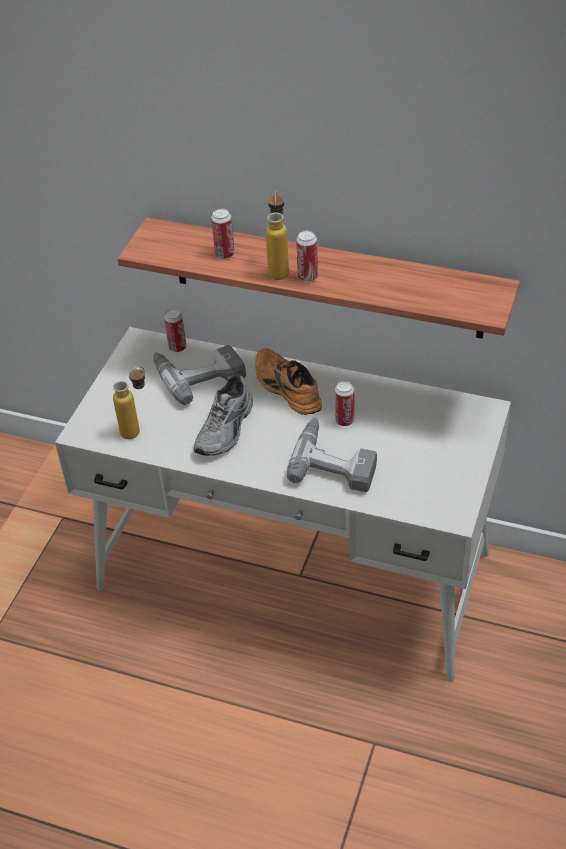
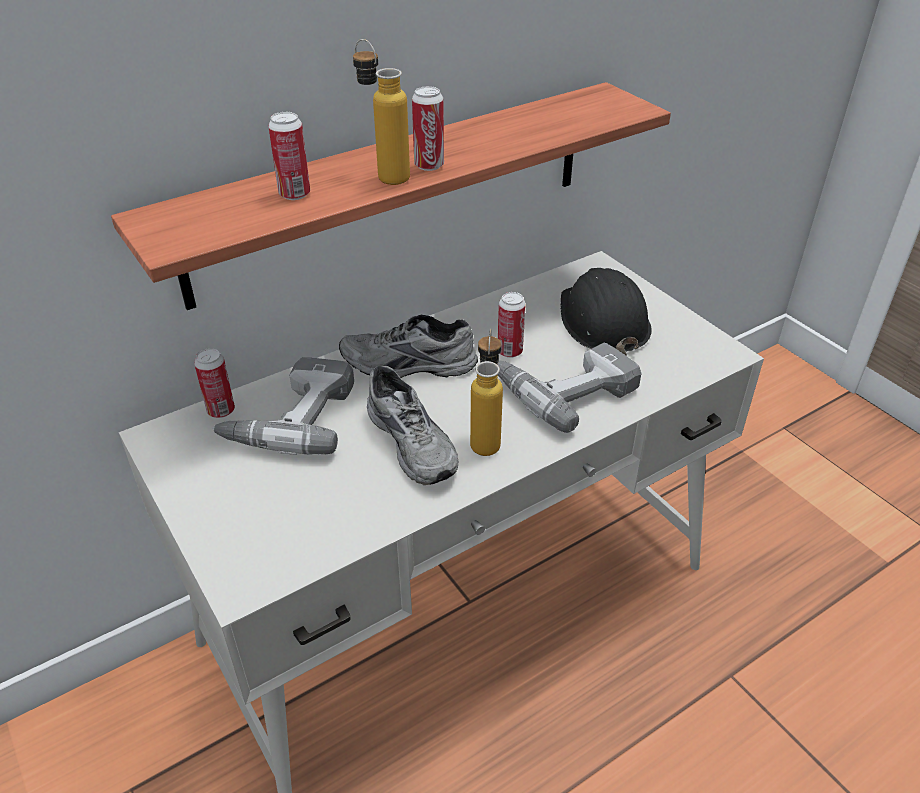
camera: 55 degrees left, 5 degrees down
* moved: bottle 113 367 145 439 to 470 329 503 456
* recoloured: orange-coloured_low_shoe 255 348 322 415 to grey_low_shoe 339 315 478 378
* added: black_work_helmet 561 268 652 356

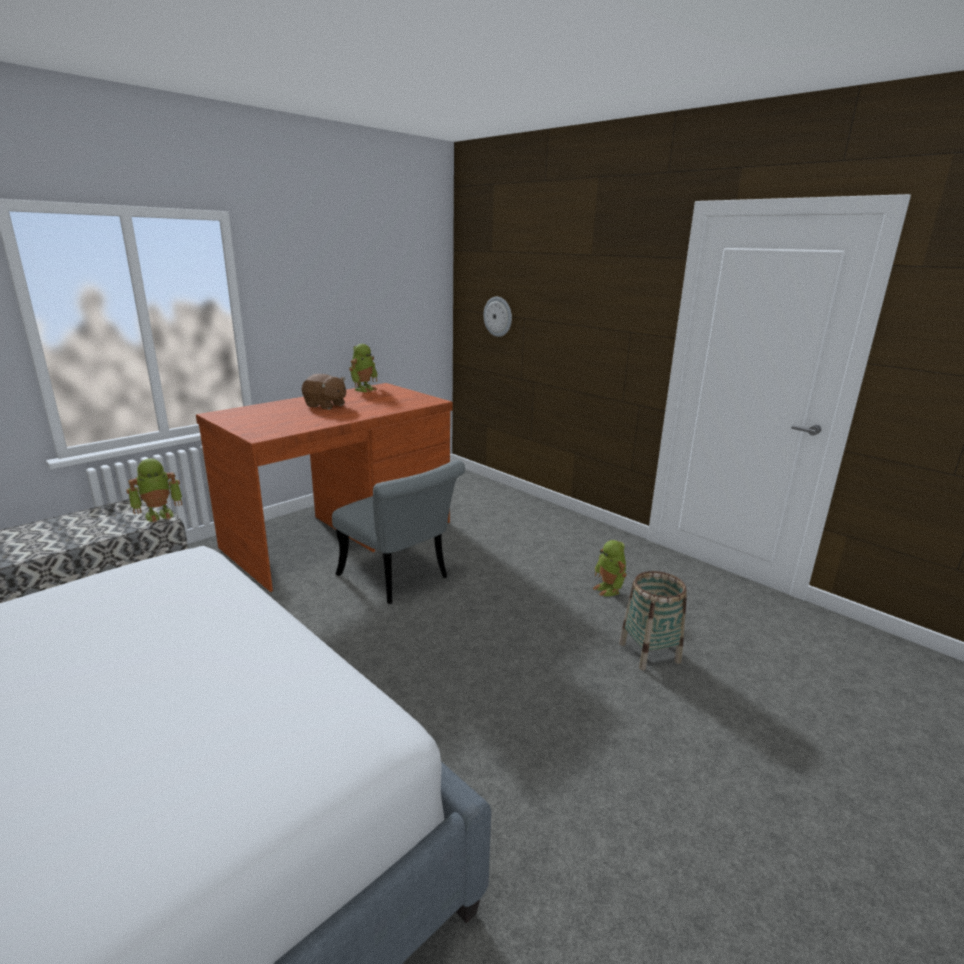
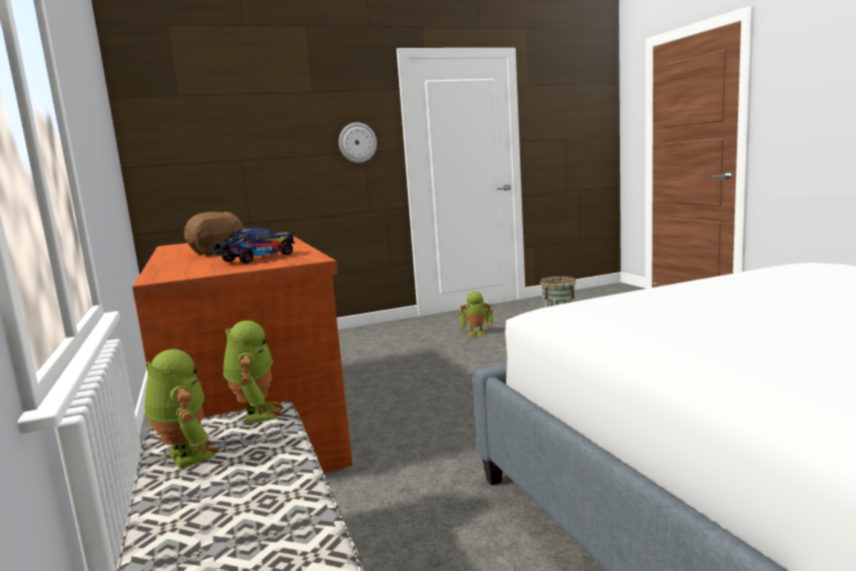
camera: 65 degrees left, 10 degrees down
* removed: grey_chair 332 460 465 604
* moved: toy_robot 349 344 378 392 to 144 349 220 469
* moved: wall_clock 484 297 512 337 to 339 122 377 163
* added: toy_lorry 211 228 295 264

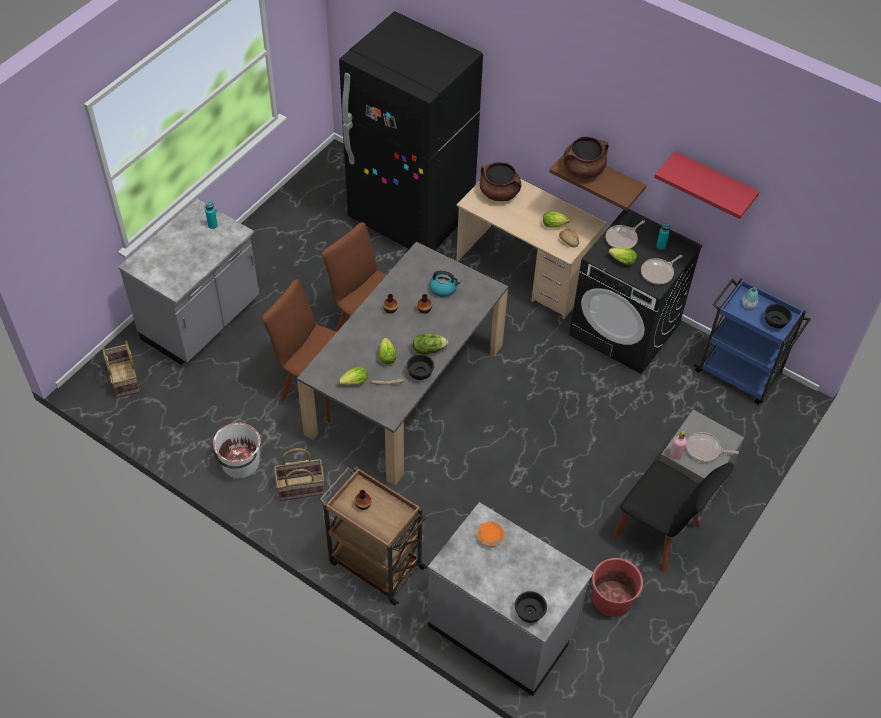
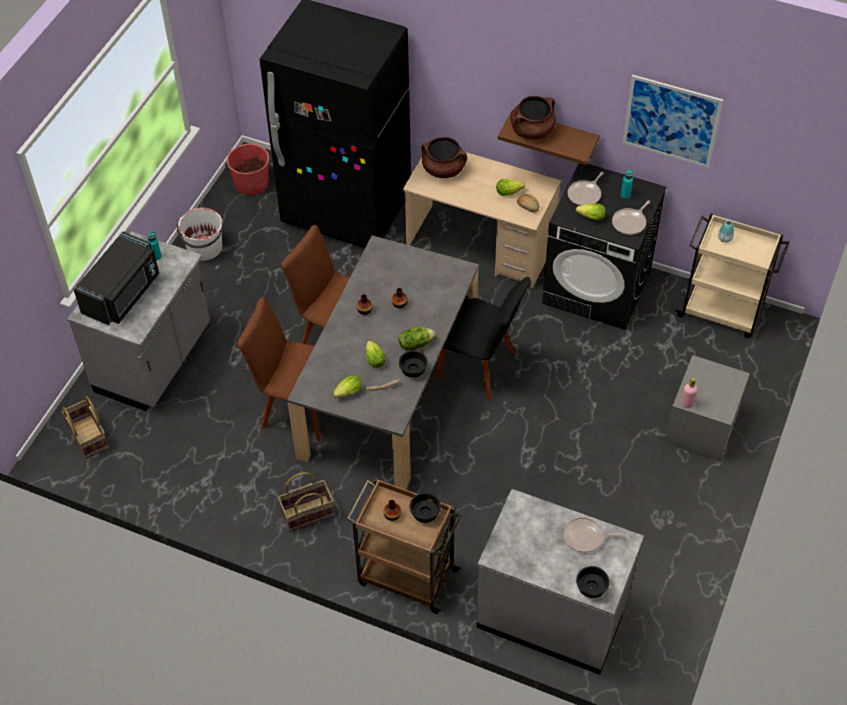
camera: 10 degrees left, 0 degrees up
* moved: white-coloured_pail 212 422 261 478 to 177 208 222 261
* removed: kettle 430 271 461 297
* removed: orange-coloured_flat_dish 477 522 505 547
* moved: red_pail 589 558 643 617 to 225 144 269 195
* moved: black_chair 613 461 734 573 to 435 277 531 401
* replaced: red_shelf 654 151 760 219 to picture 622 75 723 168
* moved: frying_pan 686 432 739 462 to 564 517 624 553
* recoloured: blue_cart 693 278 811 404 to beige_cart 676 214 789 338
* moved: black_bowl 765 304 792 328 to 409 493 441 523
* added: black_kitchen_microwave 73 231 159 326

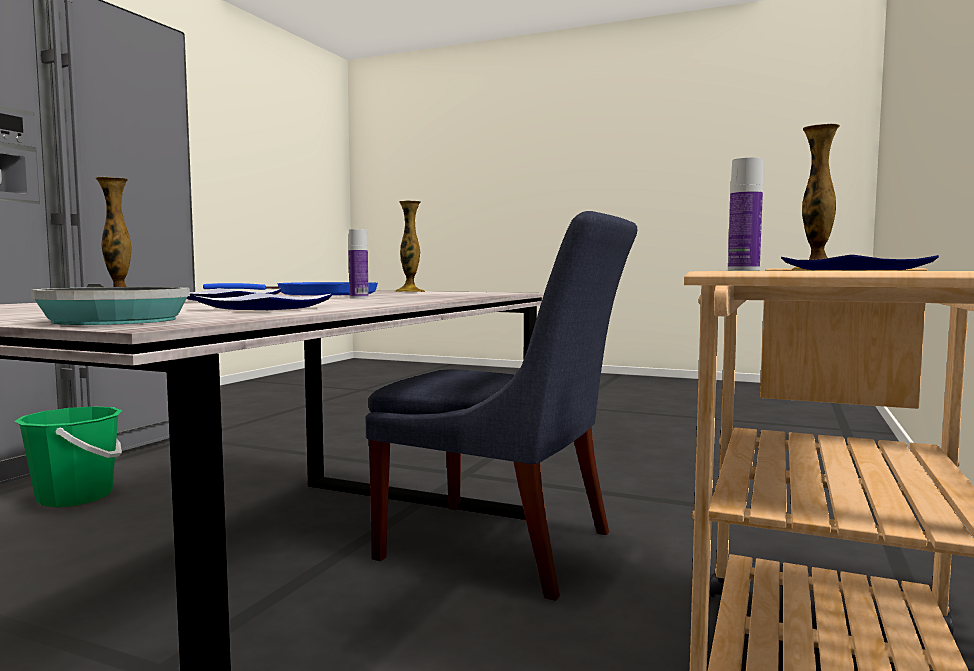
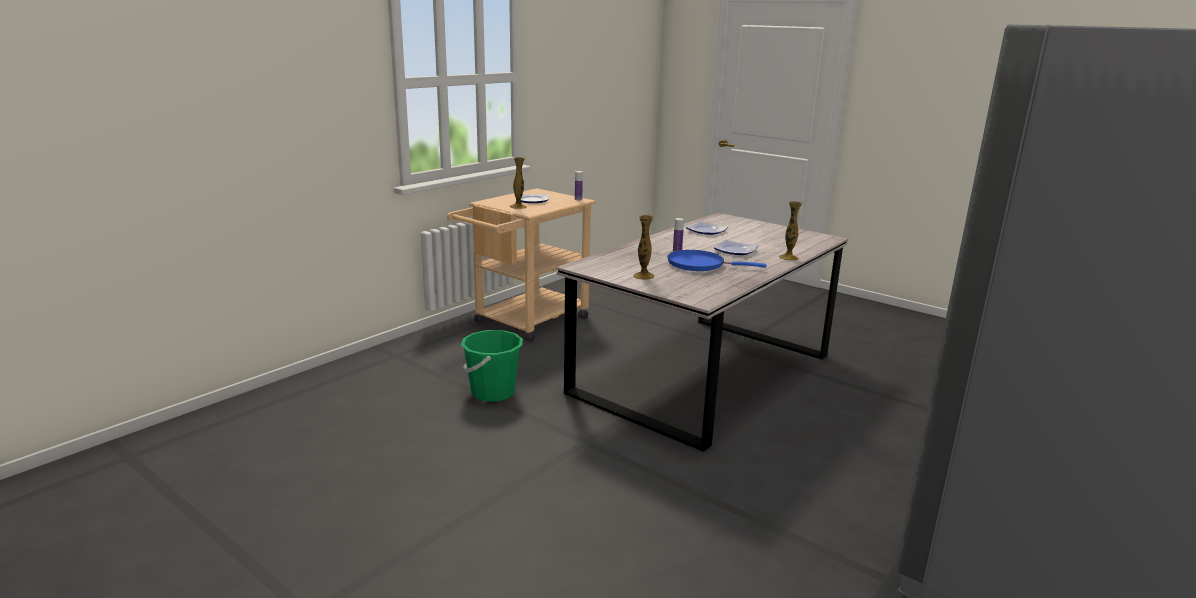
camera: 165 degrees left, 15 degrees up
* moved: green_pail 15 406 123 507 to 461 330 523 401
* removed: frying_pan 31 284 190 325
* removed: blue_chair 366 211 637 601

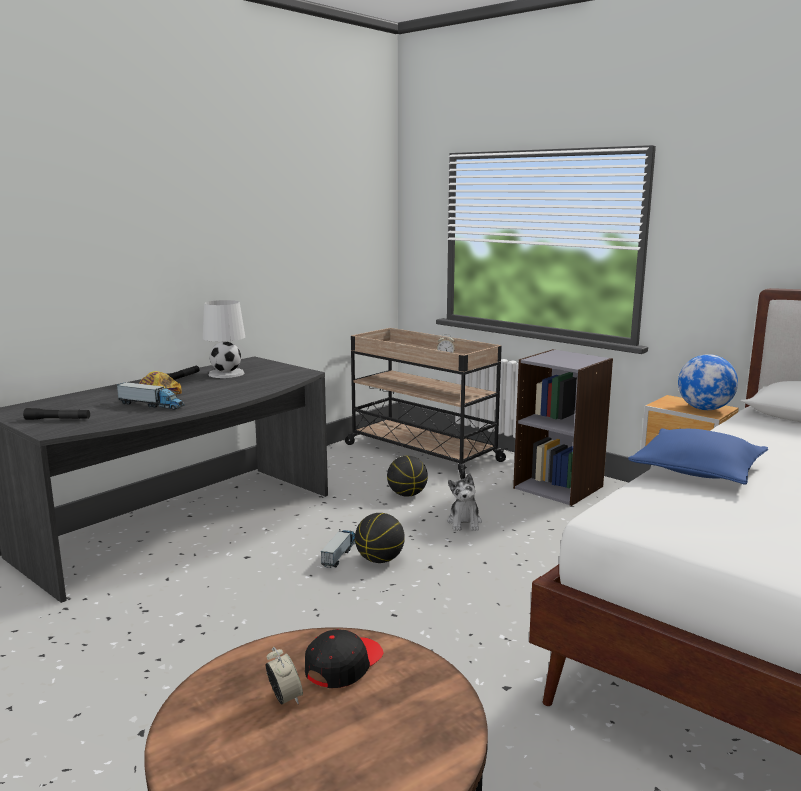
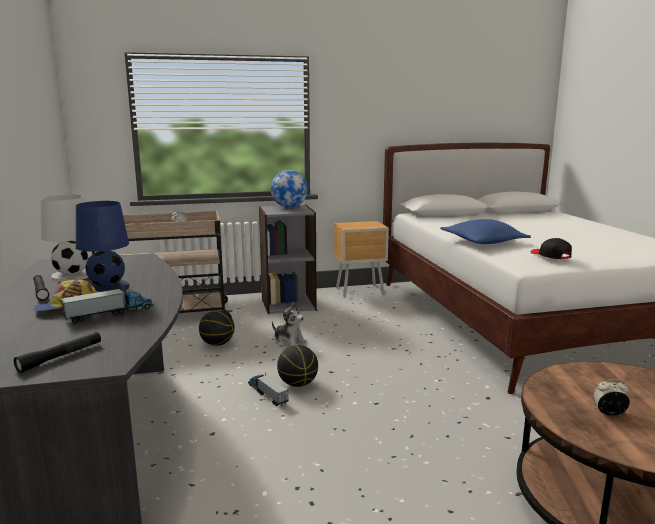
camera: 55 degrees left, 0 degrees up
* moved: black_baseball_cap 305 629 383 688 to 530 238 572 259
* moved: globe 678 354 738 410 to 271 170 308 208
* added: blue_lamp_for_a_table 76 201 129 292

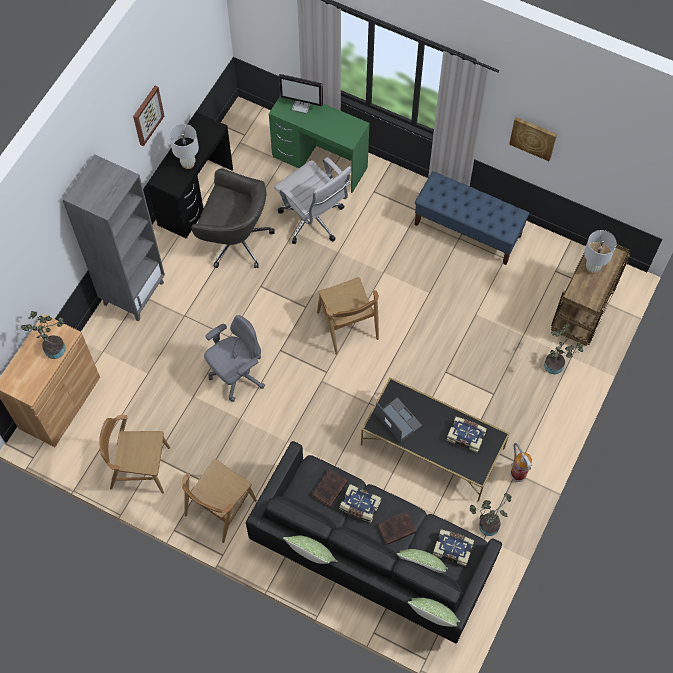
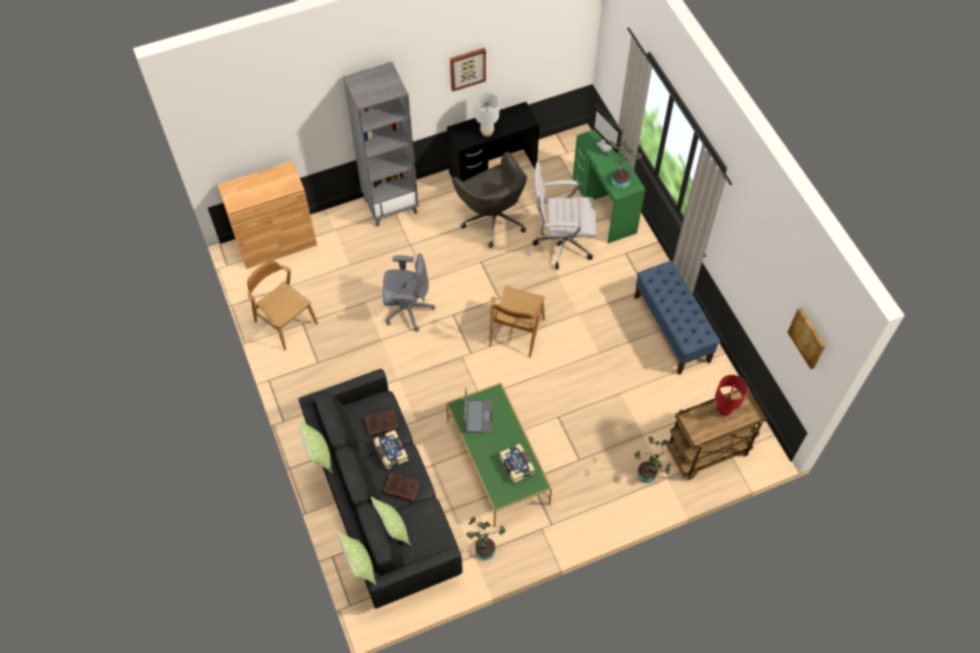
camera: 40 degrees right, 5 degrees down
* moved: potted_plant 21 311 66 359 to 609 139 642 189
* removed: brownish_chair 182 459 257 543
* turned: white-coloured_office_chair 274 157 352 244 = 532 162 596 269 90 degrees clockwise
* recoloured: black_low_table 361 377 510 502 to green_low_table 446 383 552 527
* removed: book 433 529 474 566
* moved: picture 509 117 557 161 to 787 308 826 369
* removed: extinguisher 510 443 532 482
* recoloured: white-coloured_lamp_for_a_table 584 230 617 274 to red_lamp_for_a_table 715 375 747 417

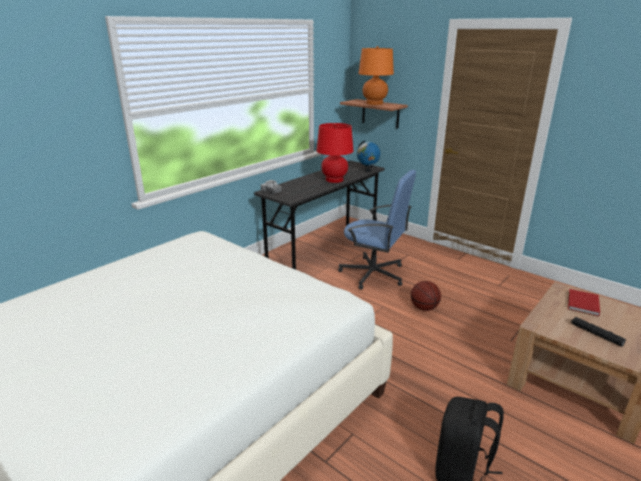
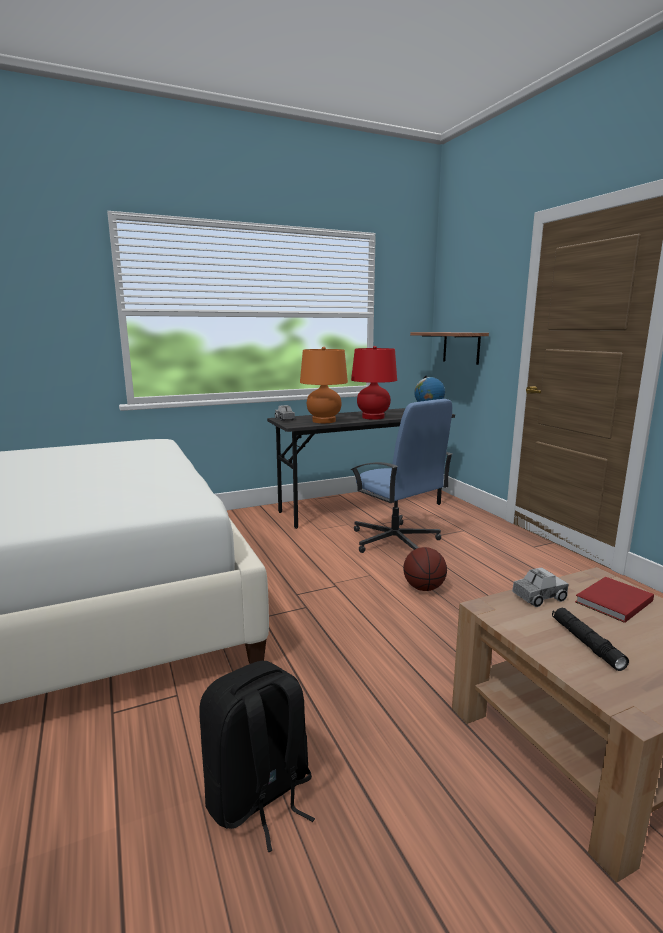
camera: 25 degrees right, 10 degrees down
* moved: orange-coloured_lamp_for_a_table 359 46 394 105 to 300 347 348 423
* added: toy_lorry 512 567 568 607

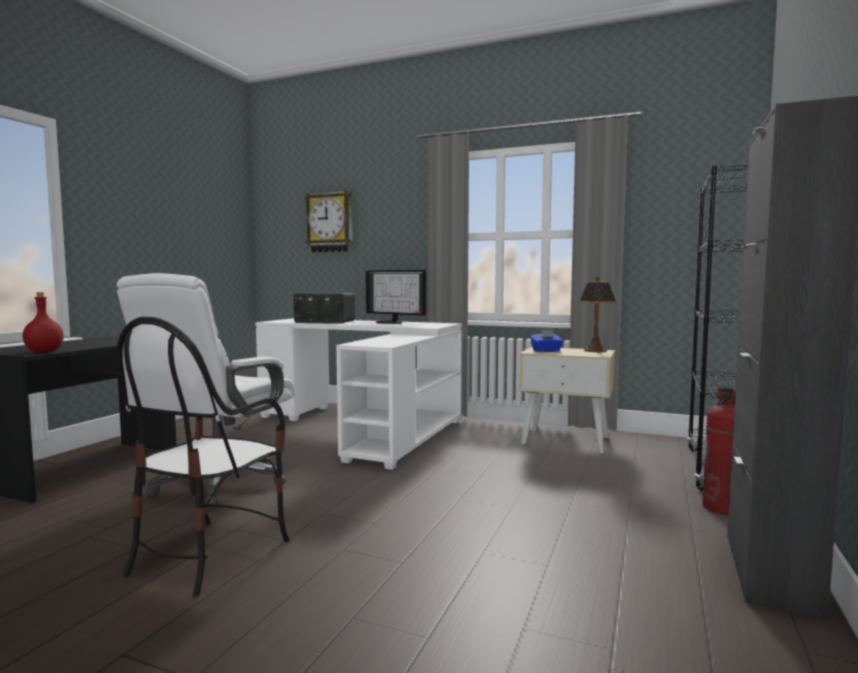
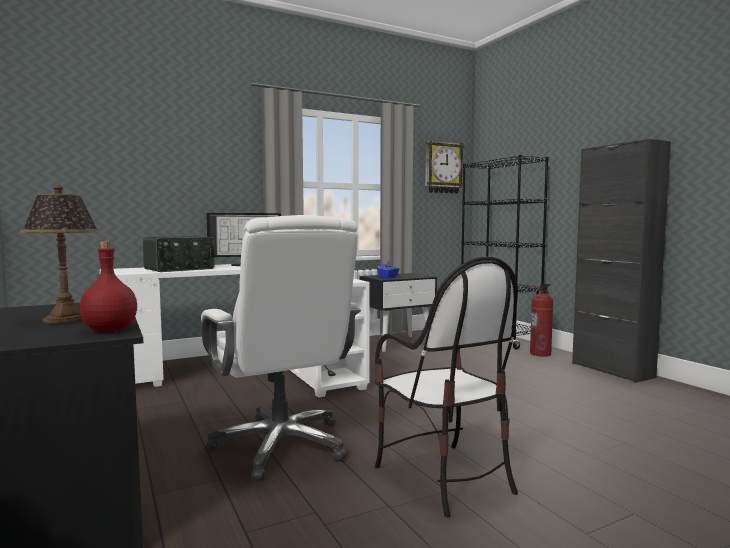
camera: 50 degrees left, 0 degrees up
* moved: wall_clock 304 191 353 253 to 425 140 465 193
* recoloured: beige_night_table 519 347 615 453 to black_night_table 360 273 437 352
* moved: lamp_for_a_table 577 276 617 352 to 20 185 99 323

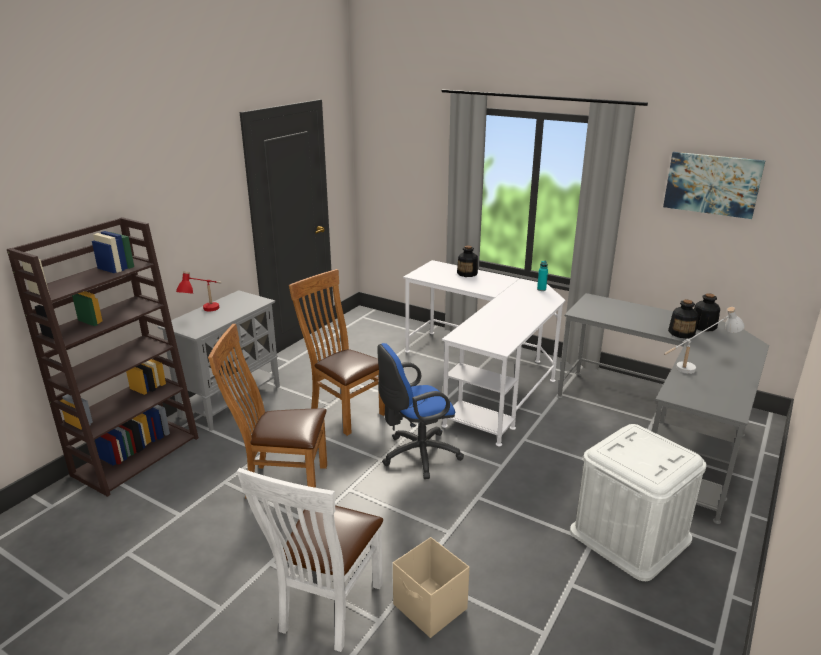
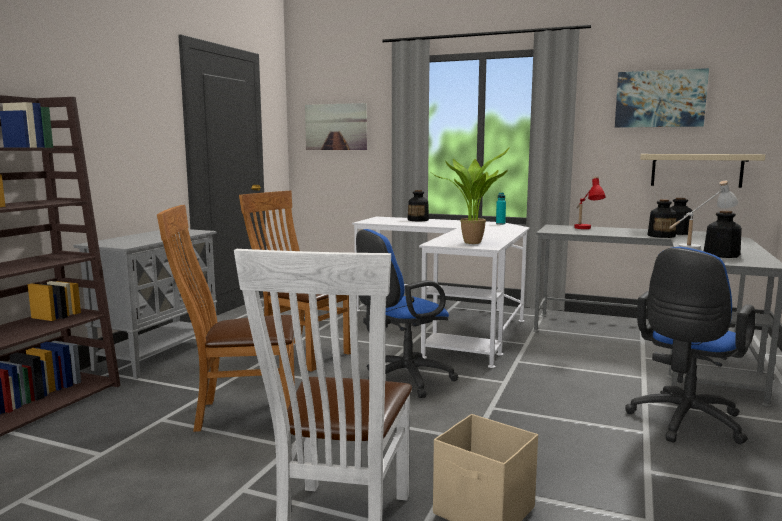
camera: 10 degrees left, 15 degrees down
* moved: red_lamp_for_a_table 176 271 222 311 to 574 176 606 229
* replaced: white-coloured_storage_bin 570 424 706 581 to blue_office_chair 625 247 755 444
* added: picture 305 103 367 150
* added: potted_plant 433 147 510 244
* added: beige_shelf 640 154 765 188
* added: bottle 704 210 742 258

